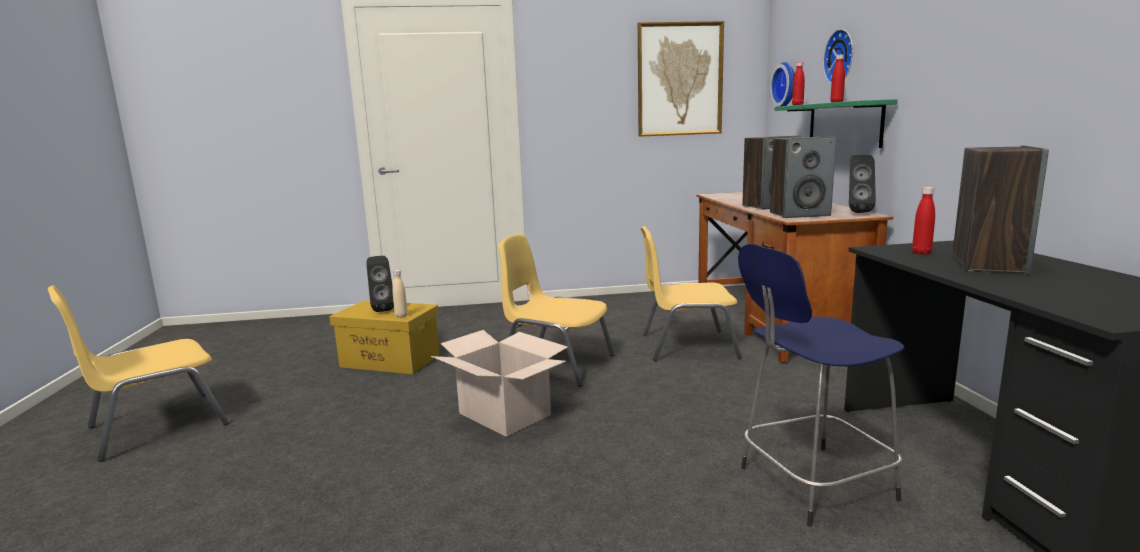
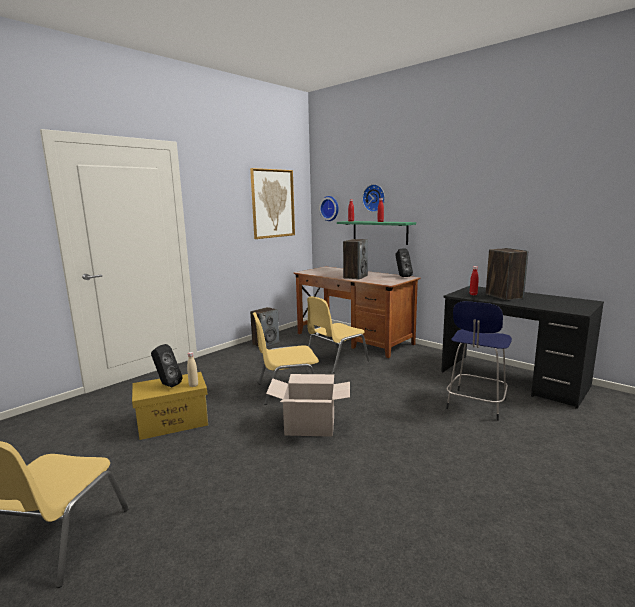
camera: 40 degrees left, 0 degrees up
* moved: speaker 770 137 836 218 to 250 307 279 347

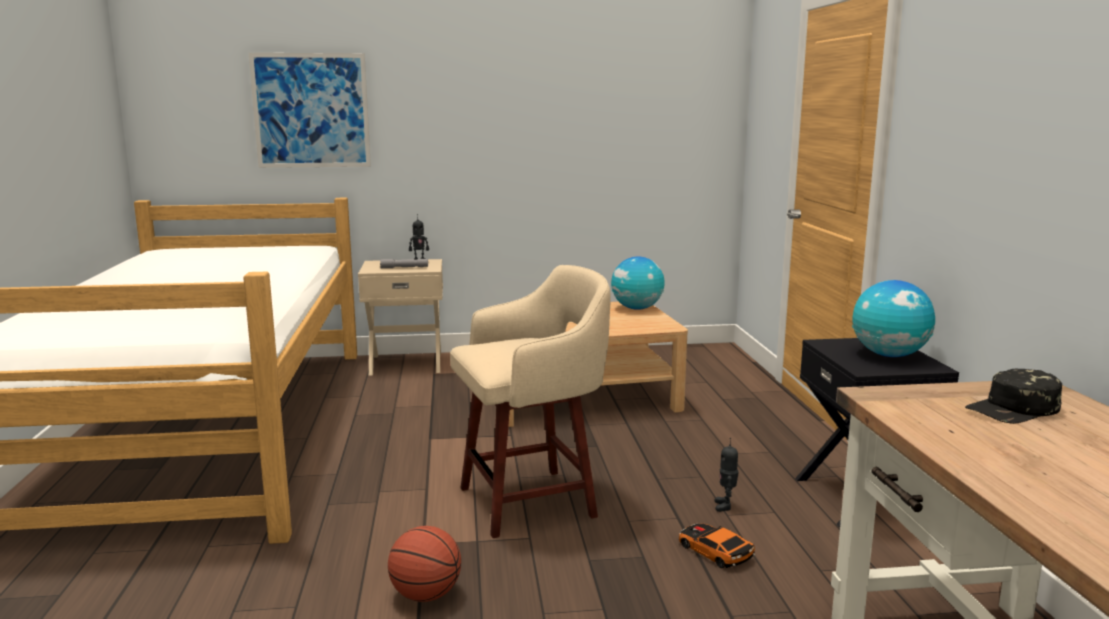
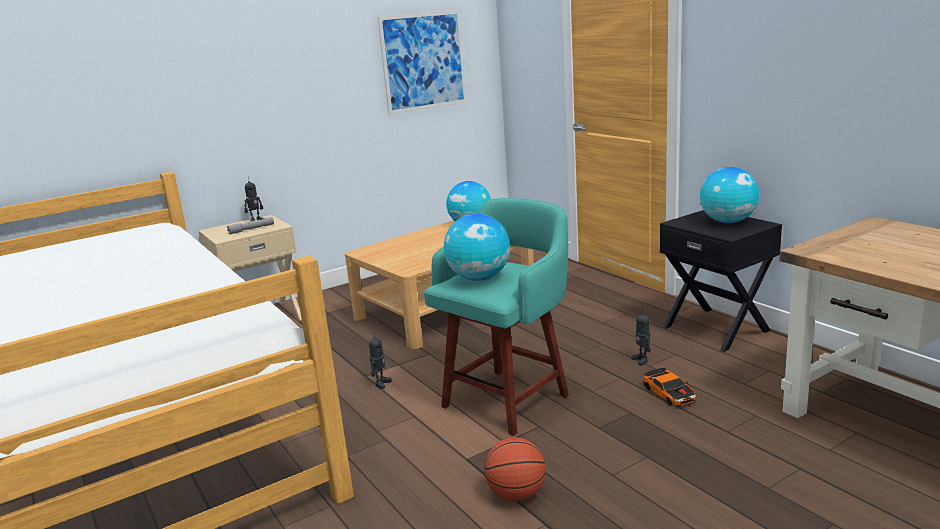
camera: 25 degrees left, 5 degrees up
* moved: picture 249 53 371 168 to 377 10 467 115
* recoloured: beige_sitting_stool 450 265 611 538 to turquoise-coloured_sitting_stool 424 198 569 436
* turned: toy_car 679 523 755 568 = 643 368 696 407 135 degrees counterclockwise
* removed: black_baseball_cap 965 369 1062 424
* added: toy_robot 369 332 392 389
* added: globe 444 214 510 281

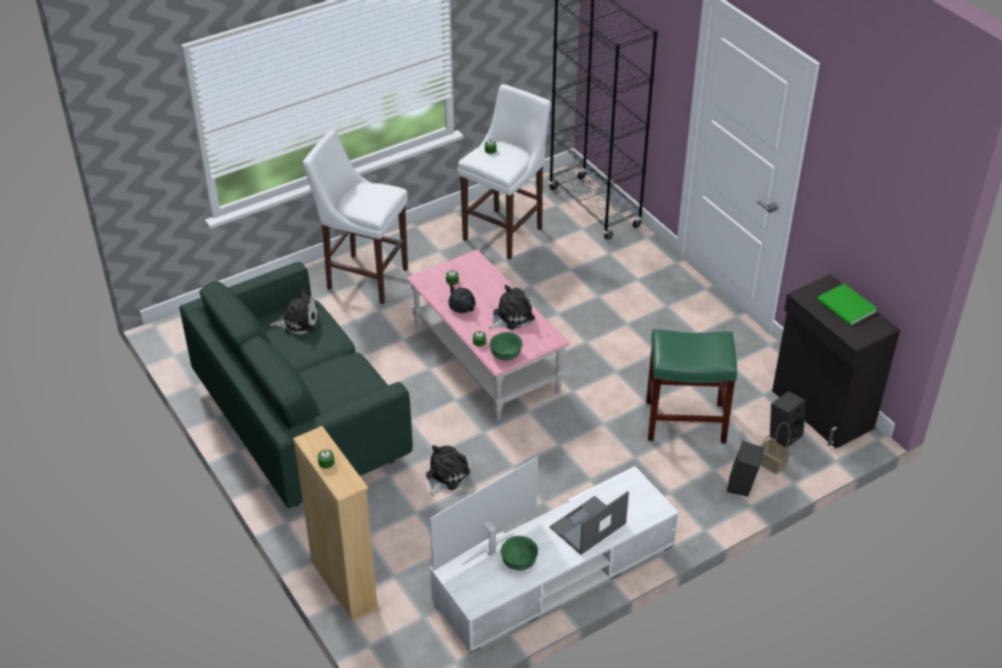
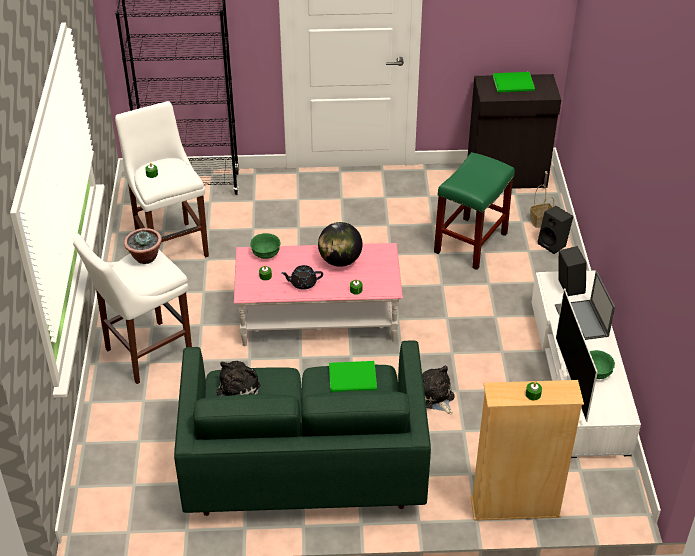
camera: 60 degrees left, 0 degrees up
* replaced: cuddly_toy 490 285 535 330 to globe 318 222 362 267
* moved: green_bowl 490 332 523 361 to 250 233 280 259
* moved: black_speaker 770 391 806 448 to 559 246 587 296
* added: potted_plant 124 228 162 264
* added: green_book 329 361 377 392

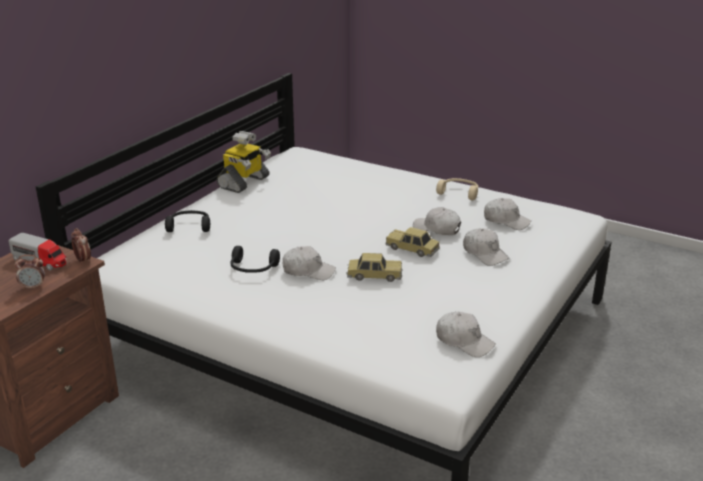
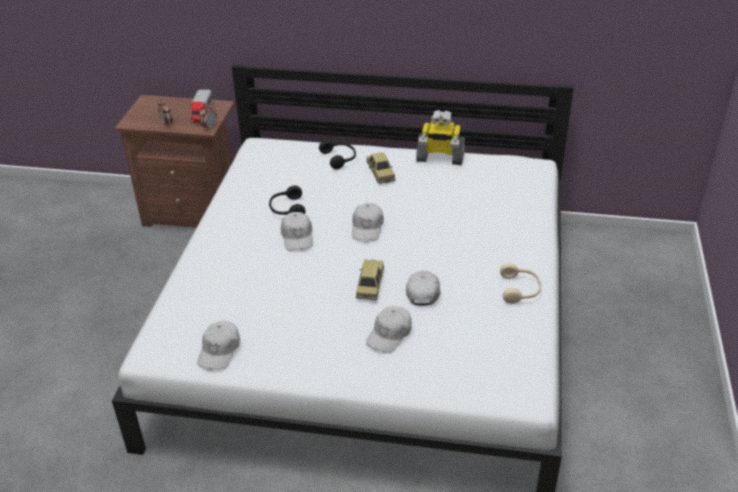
camera: 70 degrees right, 10 degrees up
* moved: toy_car 346 253 403 282 to 366 152 395 184
* moved: white-coloured_baseball_cap 484 198 531 230 to 352 203 384 241

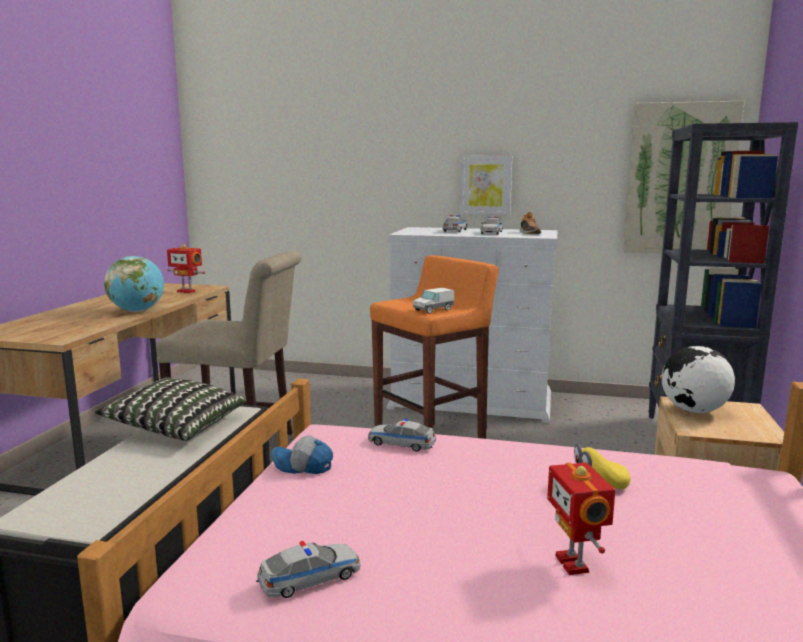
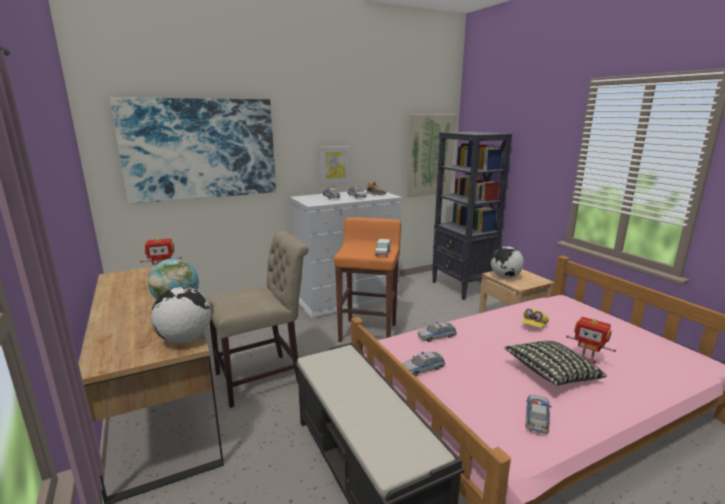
camera: 40 degrees left, 5 degrees up
* moved: pillow 95 377 245 441 to 504 341 607 386
* replaced: baseball_cap 271 436 333 474 to toy_car 403 352 445 376
* added: picture 110 97 276 204
* added: globe 151 287 212 343

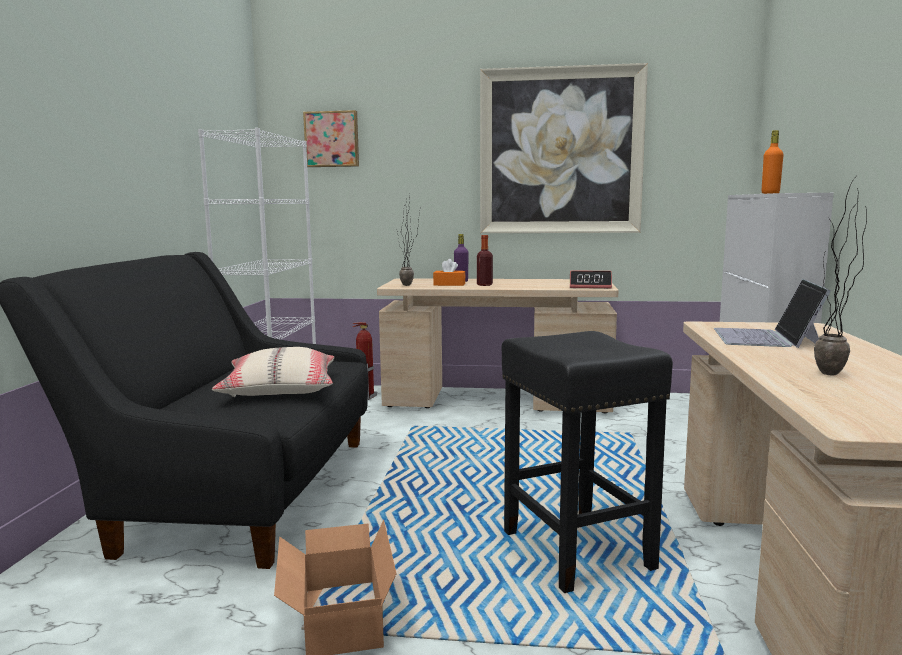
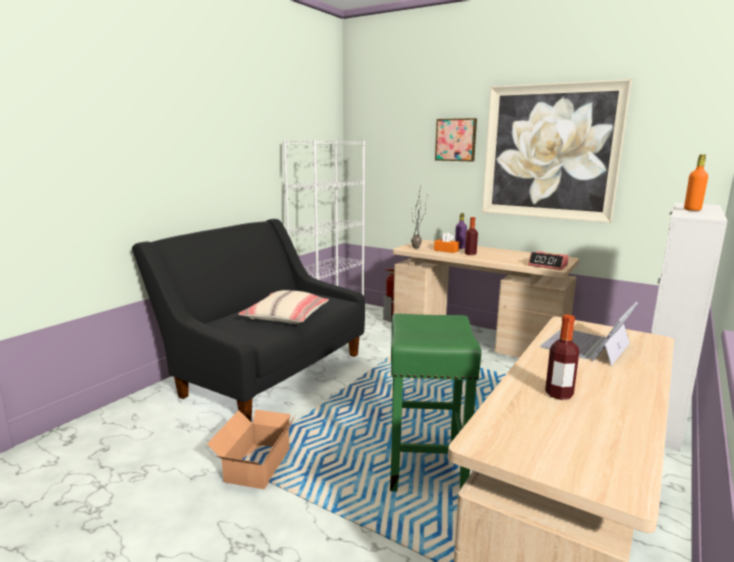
camera: 25 degrees right, 5 degrees up
* moved: picture 303 110 359 167 to 435 118 477 162
* recoloured: black_sitting_stool 501 331 673 593 to green_sitting_stool 390 314 481 491
* replaced: potted_plant 814 178 867 375 to bottle 545 314 579 400

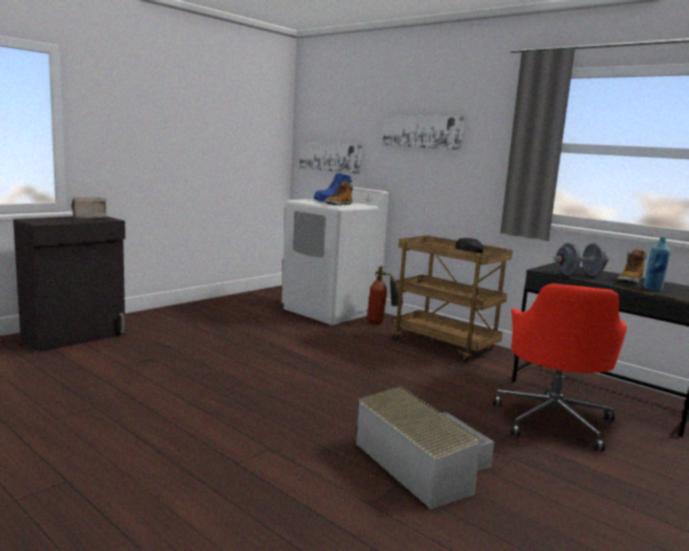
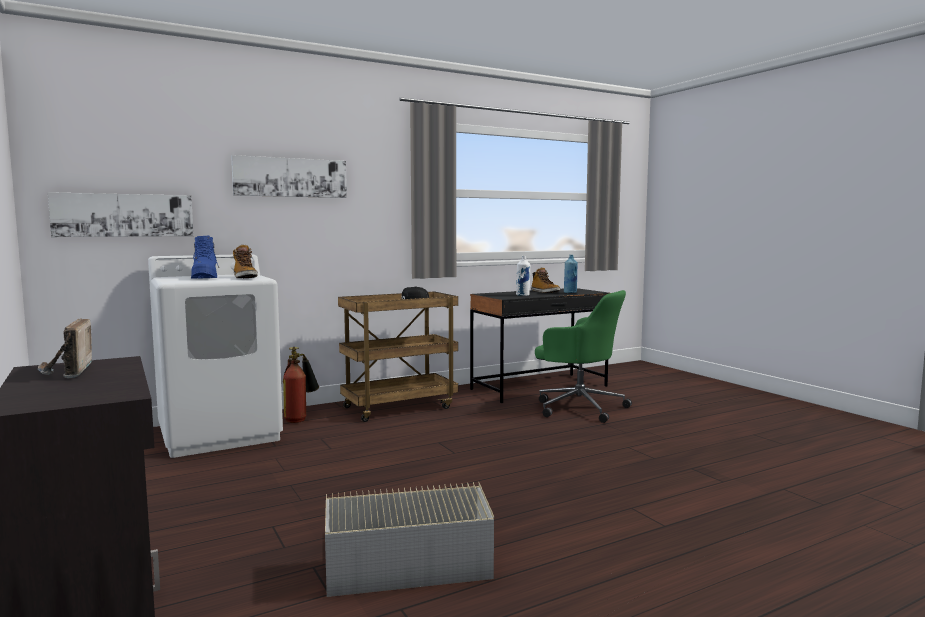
camera: 70 degrees left, 5 degrees down
* moved: grey_storage_bin 356 386 494 509 to 325 482 494 597
* recoloured: red_office_chair 493 284 627 452 to green_office_chair 535 290 632 423
* replaced: grey_free_weight 553 243 609 275 to white-coloured_bottle 516 256 530 296

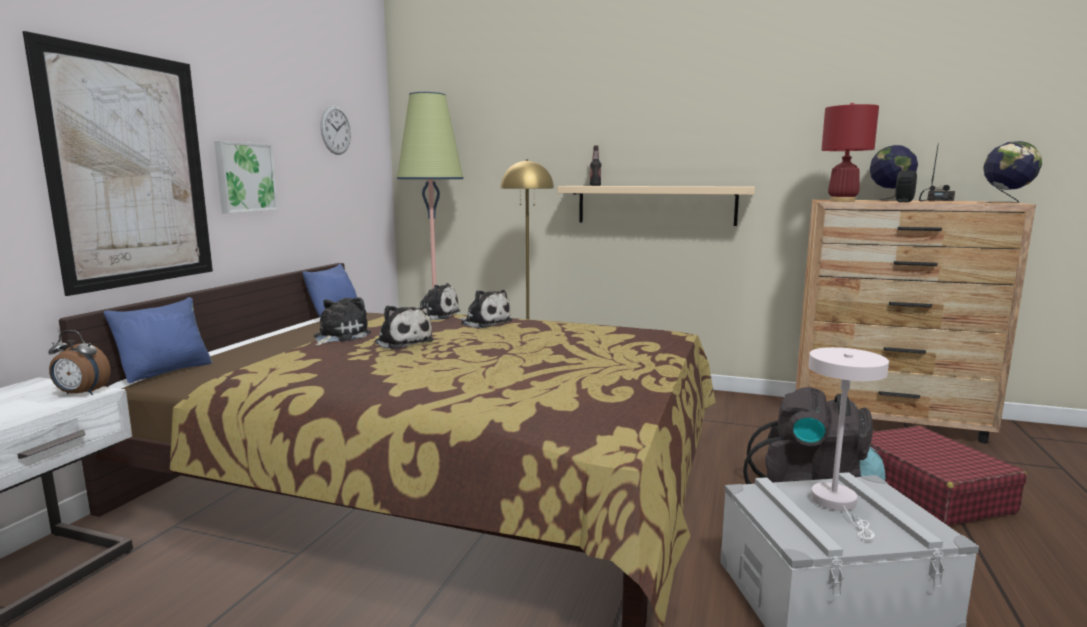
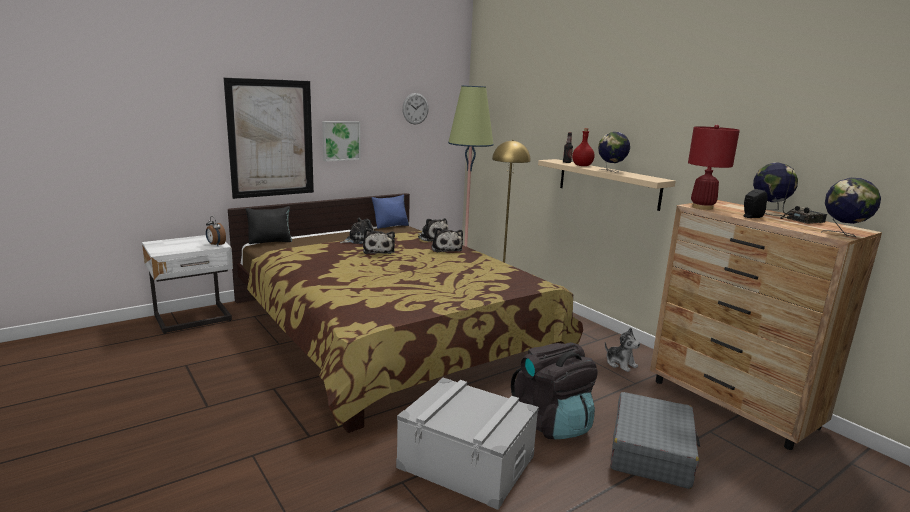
camera: 35 degrees right, 5 degrees up
* recoloured: blue_pillow 103 297 212 383 to black_pillow 246 206 292 244
* removed: white-coloured_lamp_for_a_table 808 347 889 541
* recoloured: red_travel_case 870 426 1027 526 to grey_travel_case 611 392 700 489
* added: red_bottle 572 128 594 166
* added: globe 598 132 630 173
* added: cuddly_toy 605 328 640 372

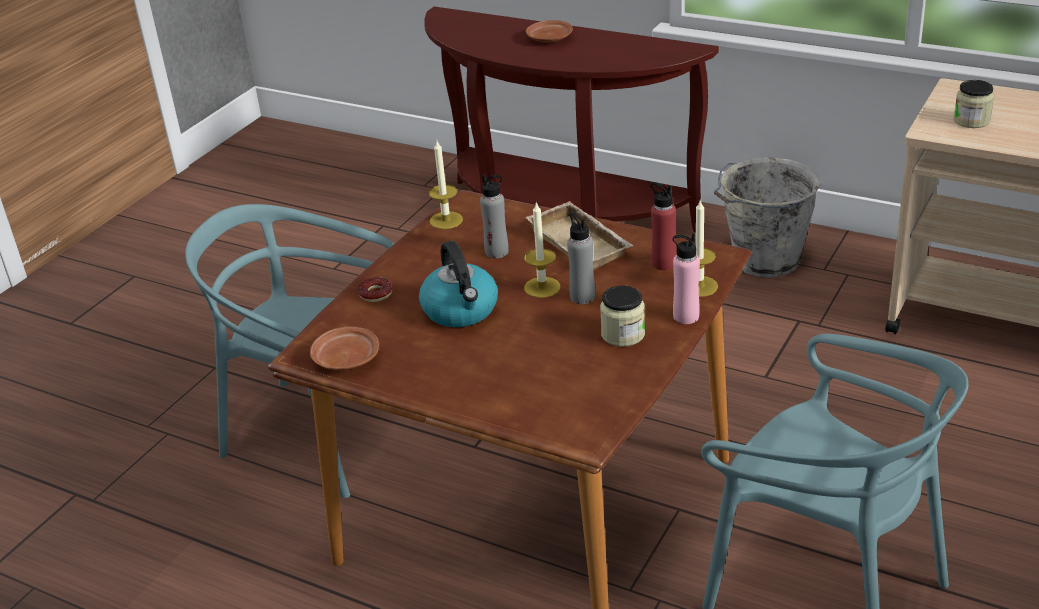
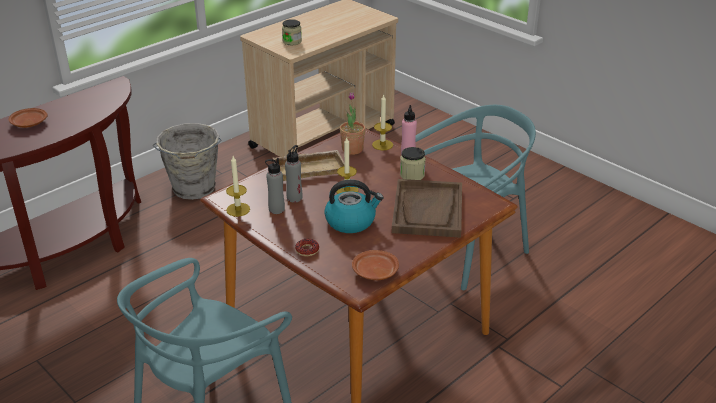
camera: 75 degrees left, 0 degrees up
* moved: grey_bottle 567 212 595 304 to 265 158 285 214
* replaced: red_bottle 651 182 676 270 to potted_plant 340 92 365 155
* added: brownish_carrying_tray 392 179 462 238

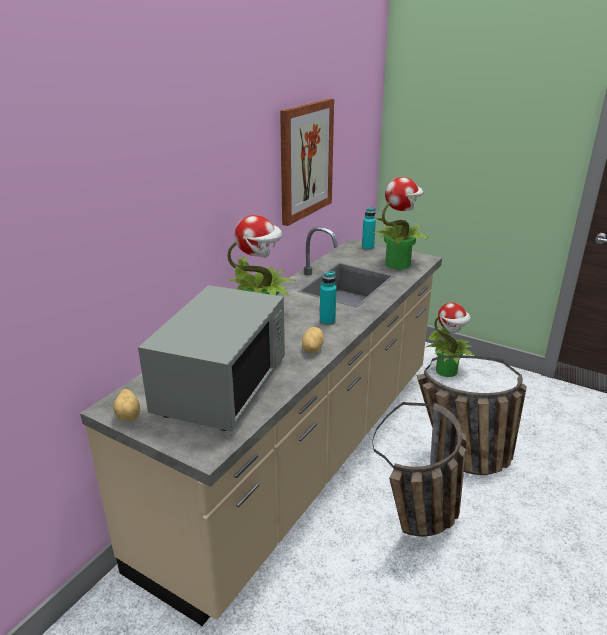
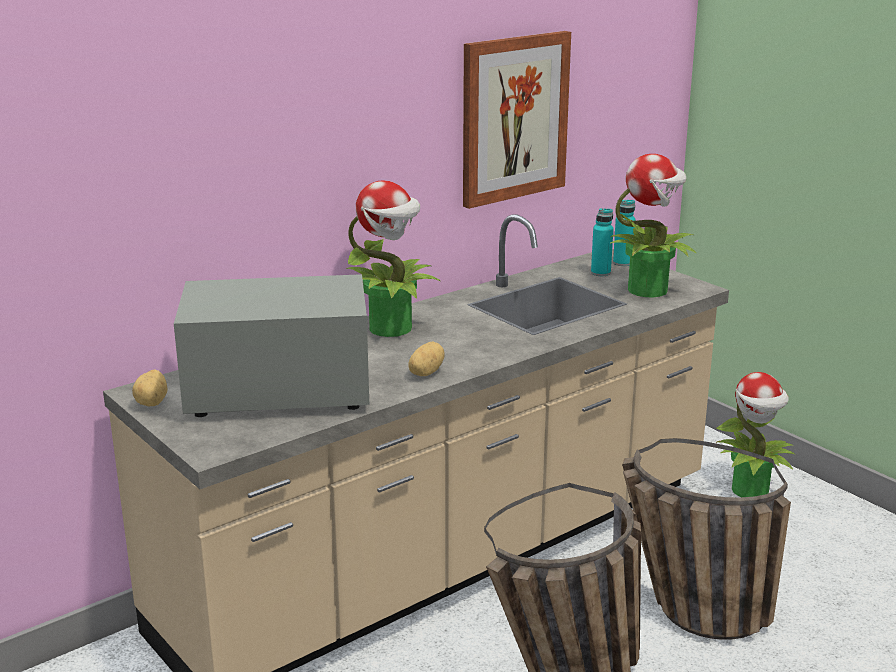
camera: 20 degrees right, 5 degrees down
* turned: grey_kitchen_microwave 138 285 285 432 = 174 274 369 417 135 degrees counterclockwise
* moved: turquoise-coloured_bottle 320 271 336 325 to 591 208 614 276

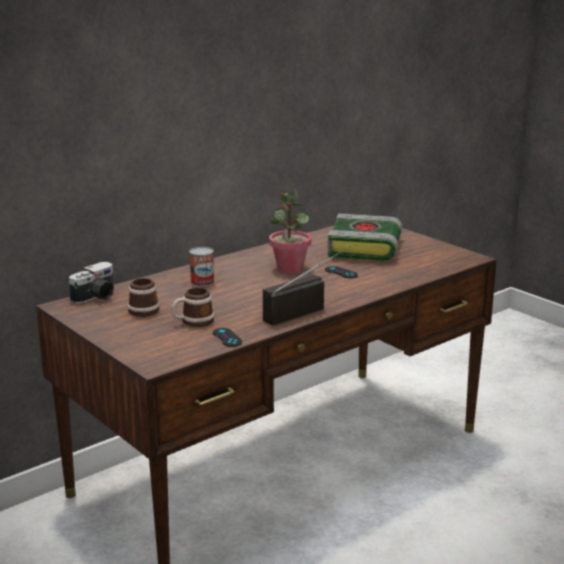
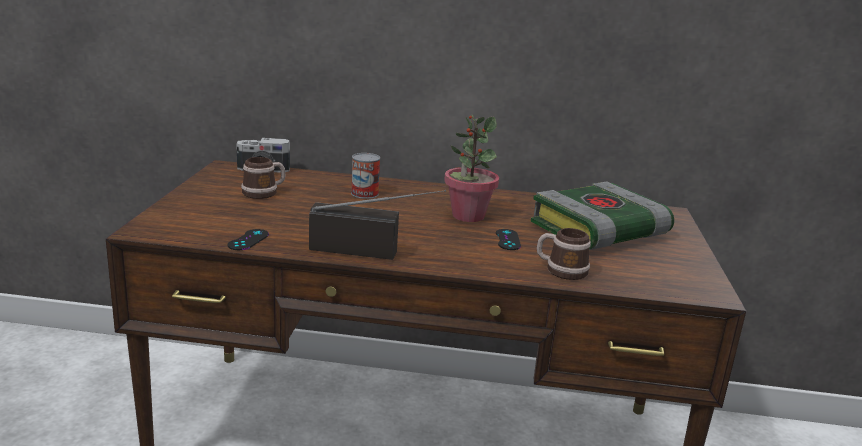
camera: 45 degrees right, 0 degrees up
* moved: coffee_mug 172 288 214 327 to 537 228 591 280

